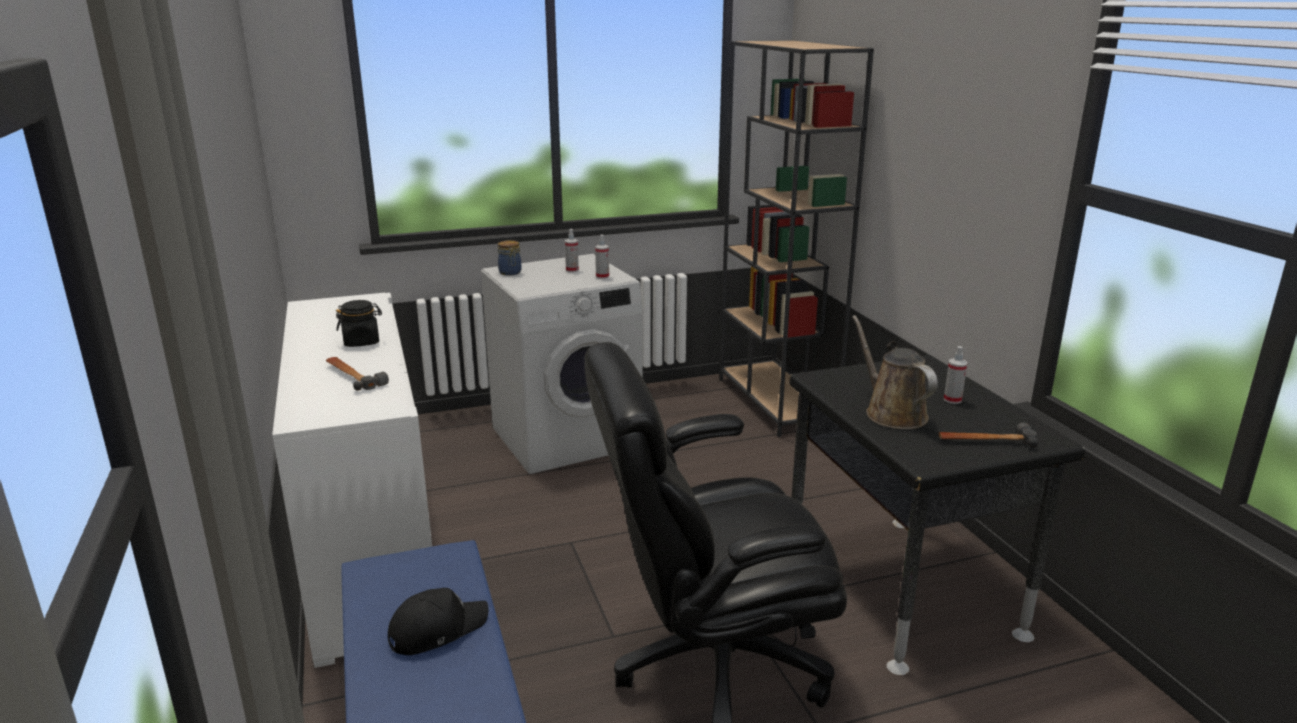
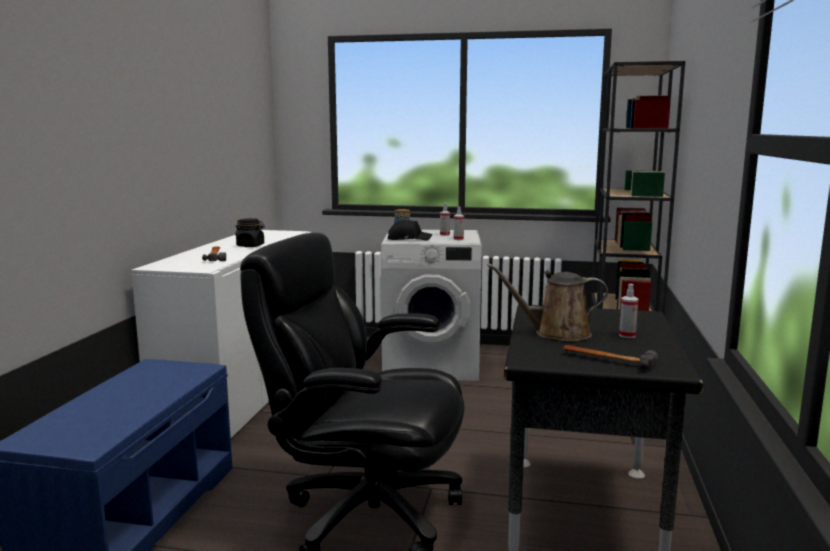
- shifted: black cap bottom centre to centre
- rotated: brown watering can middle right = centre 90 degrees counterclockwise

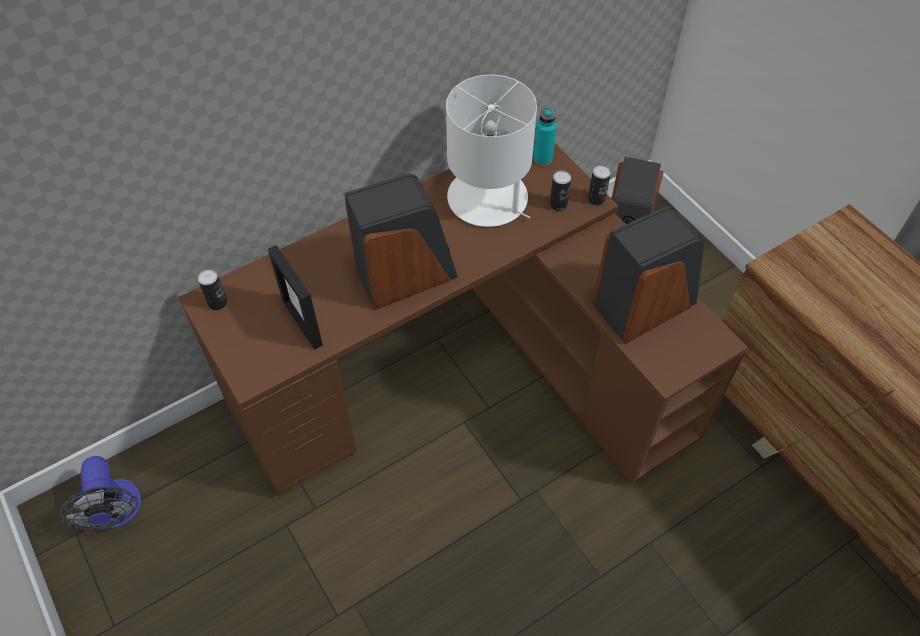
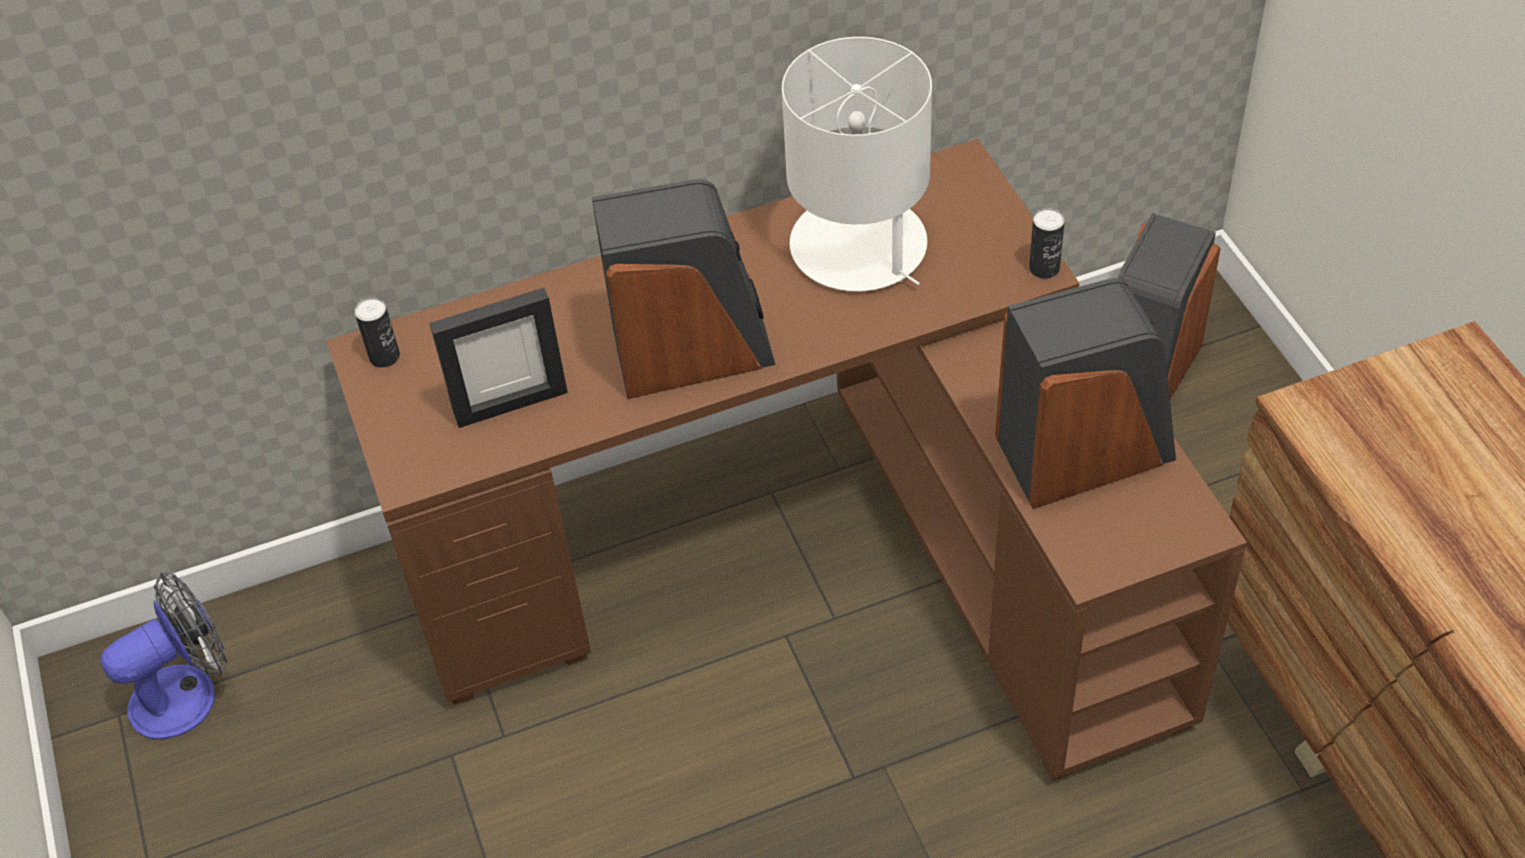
- rotated: fan bottom left = bottom left 120 degrees counterclockwise
- rotated: picture frame middle left = middle left 90 degrees counterclockwise
- gone: turquoise bottle top centre
- gone: can (no. 2 from left) top centre

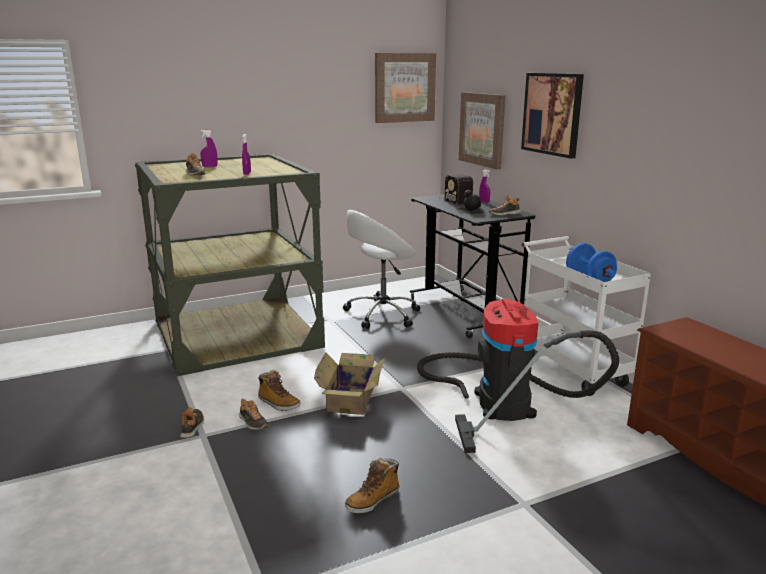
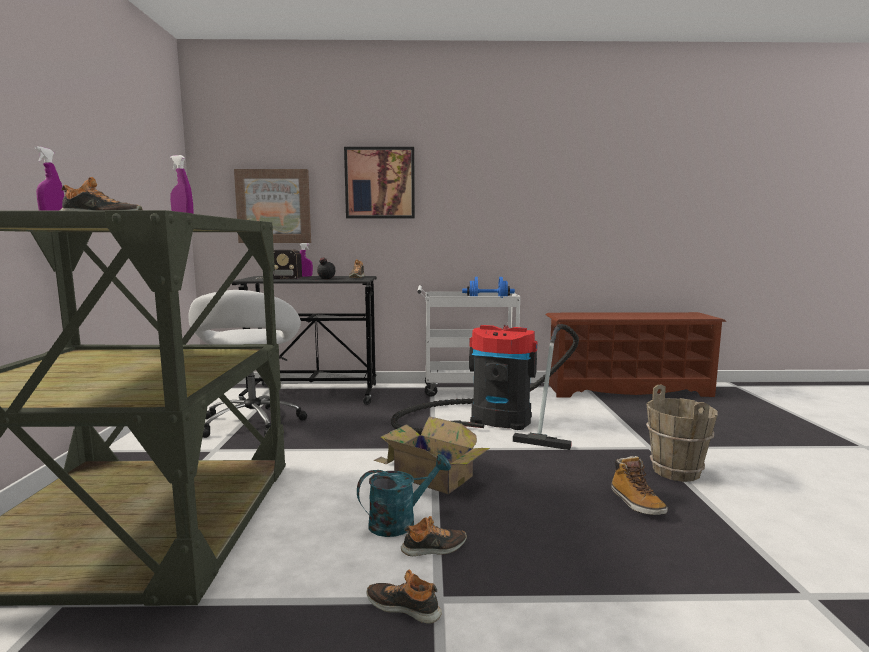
- swapped: boot (no. 1 from left) bottom centre to turquoise watering can bottom centre
- gone: picture (no. 1 from left) top centre
- new: brown bucket middle right

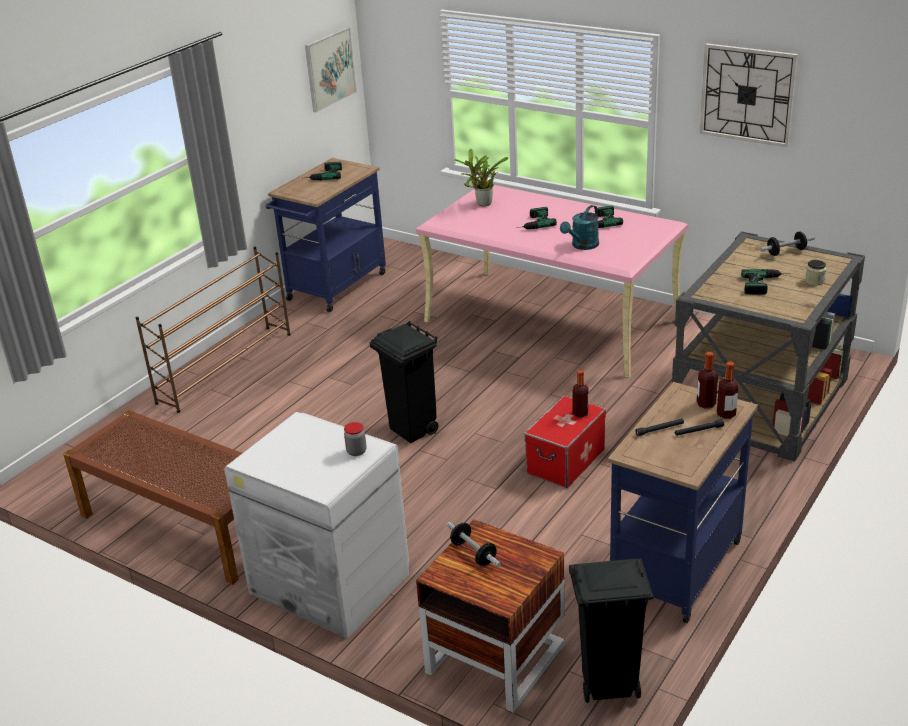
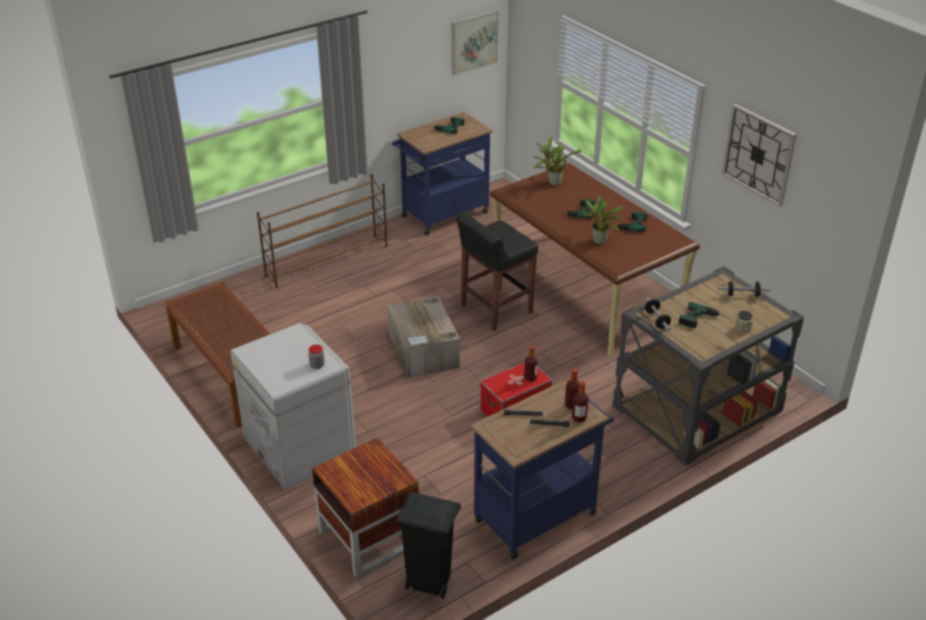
- swapped: black trash can (no. 1 from left) centre to cardboard box centre
- repainted: pink desk centre to brown desk centre
- shifted: dumbbell (no. 1 from left) bottom centre to middle right
- swapped: turquoise watering can top centre to potted plant (no. 2 from left) centre
- new: black stool centre

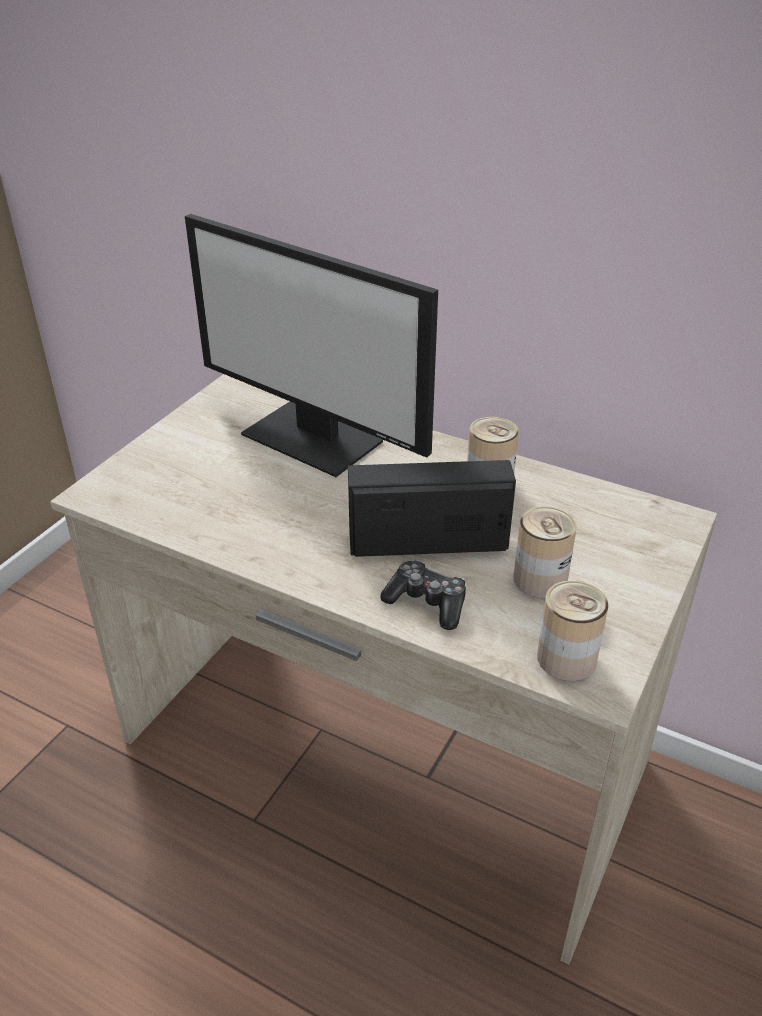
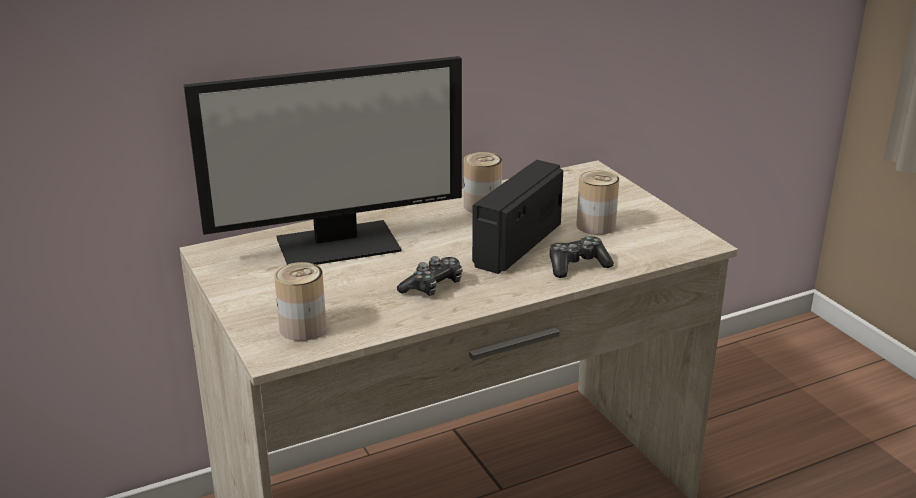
- shifted: can (no. 3 from left in the first image) middle right to can (no. 1 from left) middle left
- new: game controller (no. 1 from left) centre

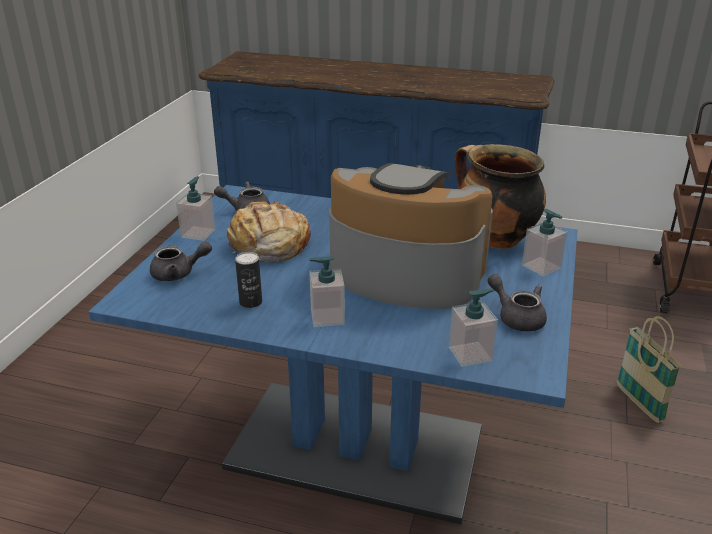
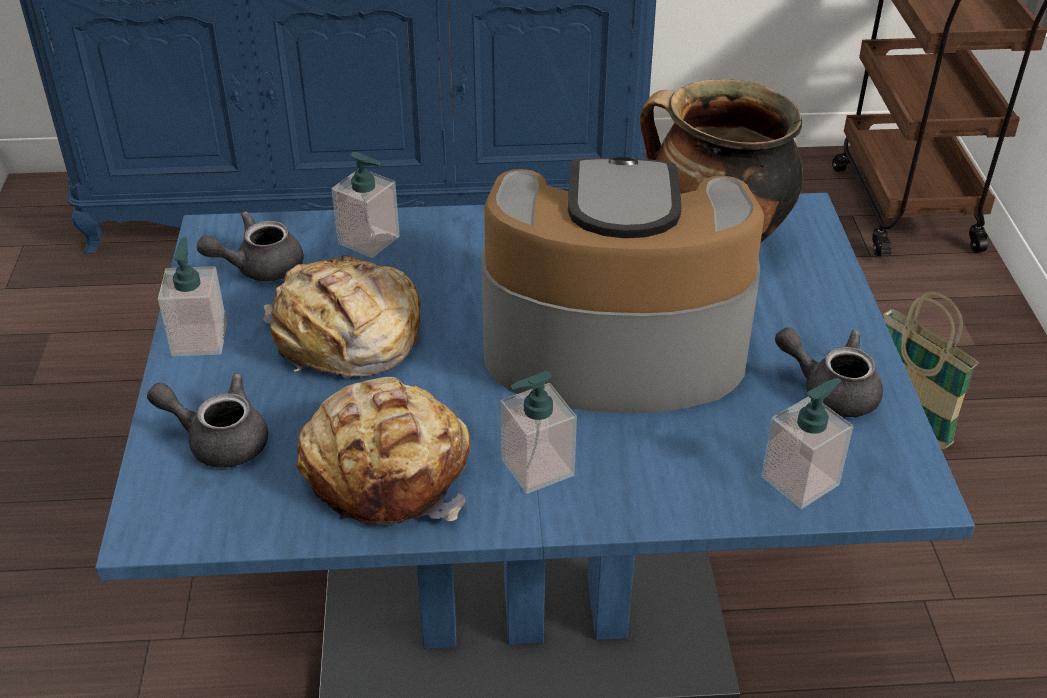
- rotated: grey teapot (no. 1 from left) middle left = middle left 135 degrees counterclockwise
- swapped: can centre to bread (no. 2 from left) centre
- shifted: soap dispenser (no. 4 from left in the first image) middle right to soap dispenser (no. 2 from left) top centre

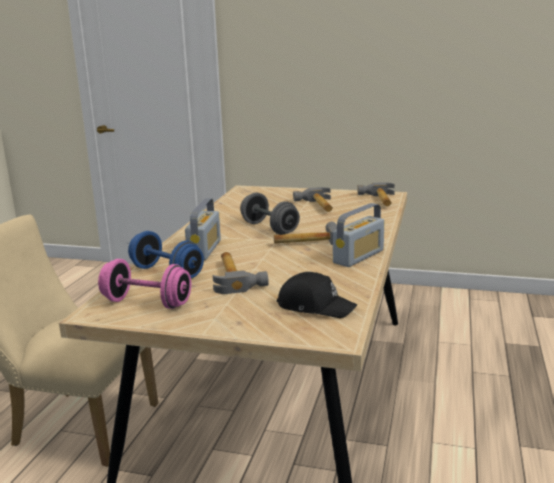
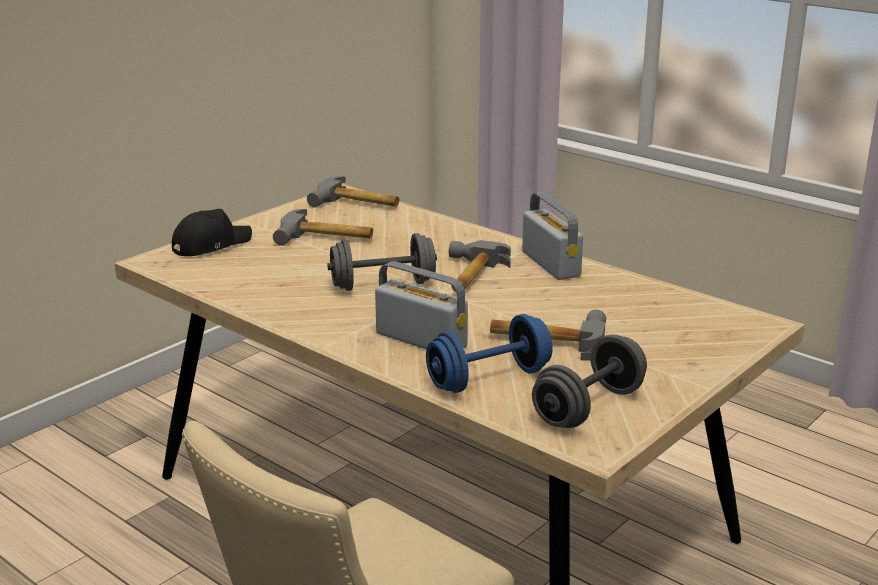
- repainted: pink dumbbell middle left to grey dumbbell (no. 2 from left) middle right
- shifted: black cap centre to middle left

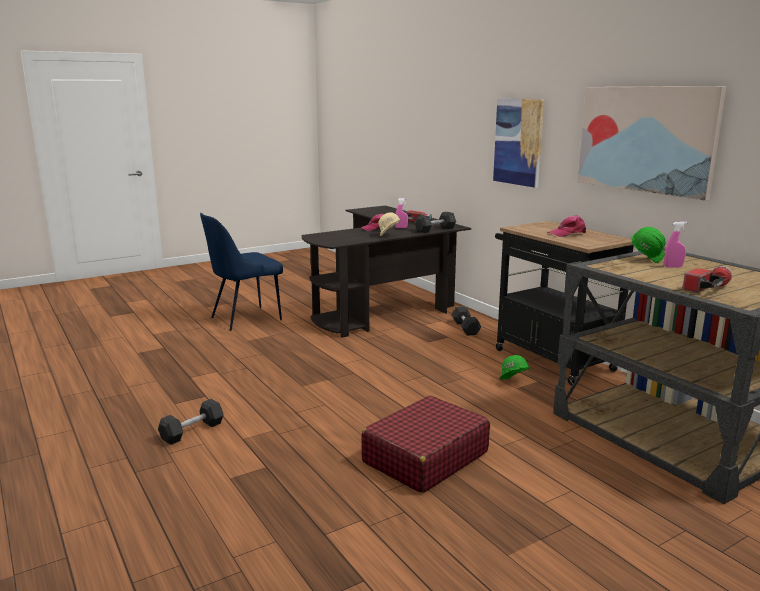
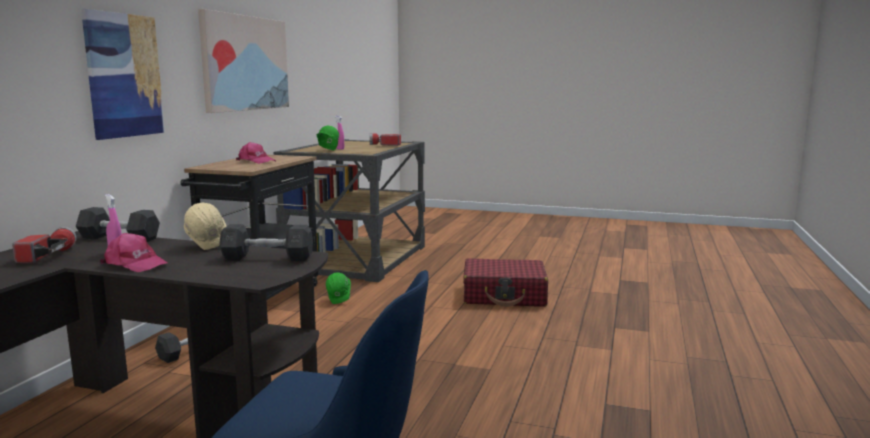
- shifted: grey dumbbell (no. 1 from left in the first image) bottom left to grey dumbbell (no. 3 from left) middle left

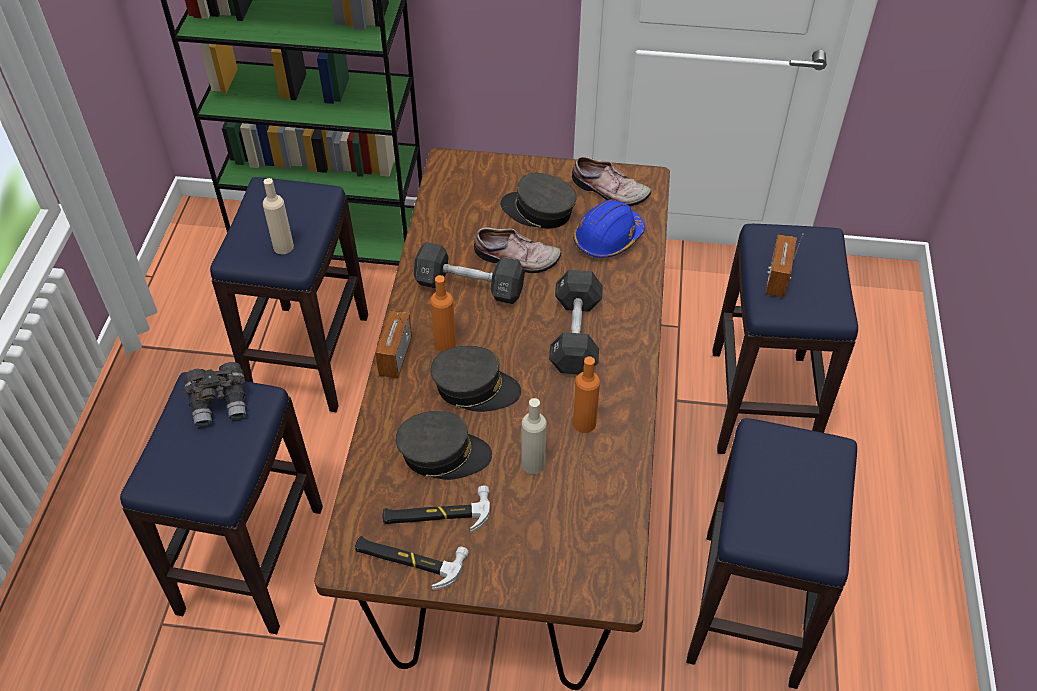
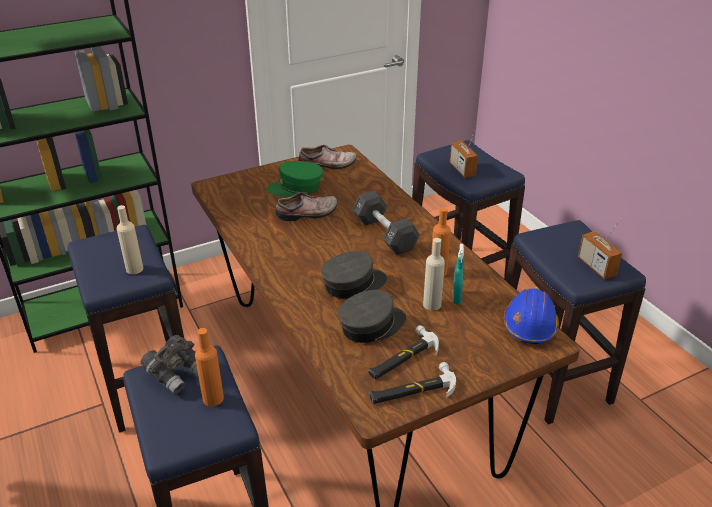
- shifted: radio (no. 1 from left in the first image) centre to radio (no. 2 from left) middle right
- gone: black dumbbell (no. 1 from left) centre
- shifted: orange bottle (no. 1 from left) centre to bottom left
- repainted: grey cap (no. 3 from left) top centre to green cap centre
- shifted: blue hard hat top centre to middle right
- new: turquoise spray bottle centre

